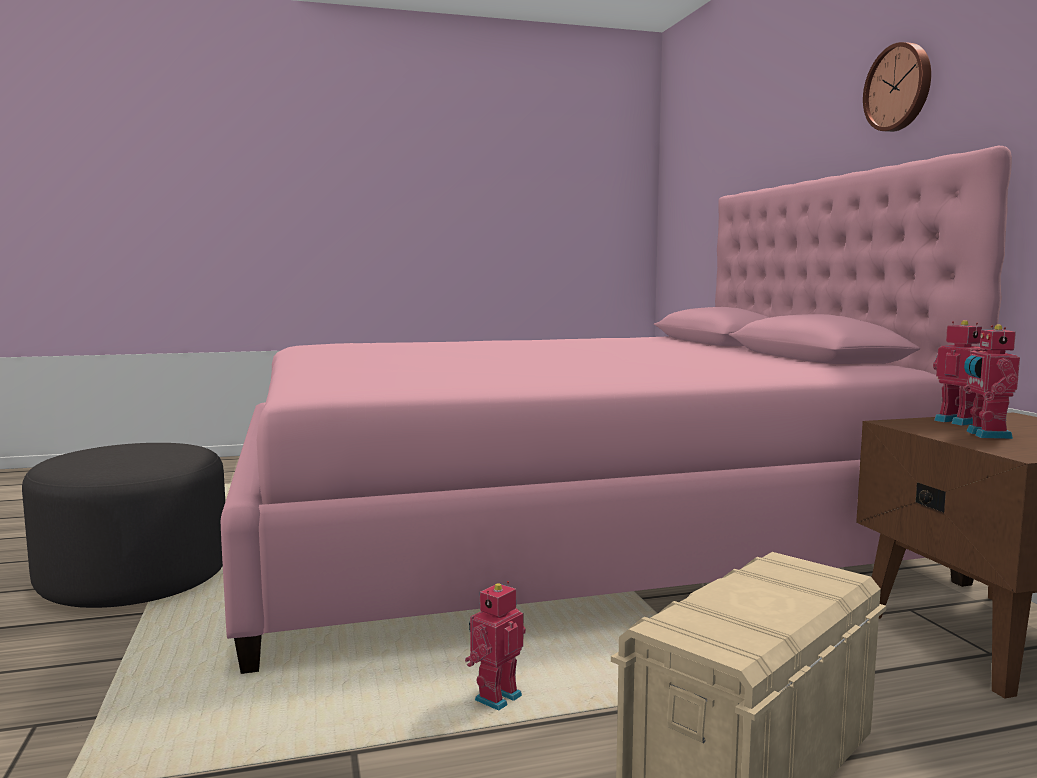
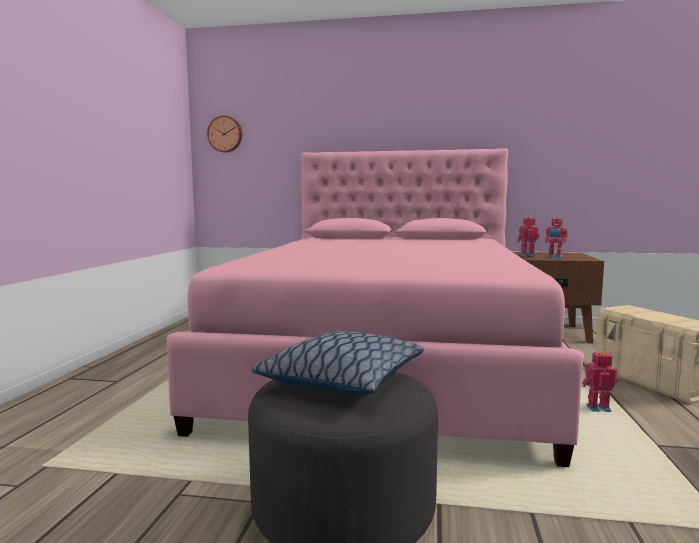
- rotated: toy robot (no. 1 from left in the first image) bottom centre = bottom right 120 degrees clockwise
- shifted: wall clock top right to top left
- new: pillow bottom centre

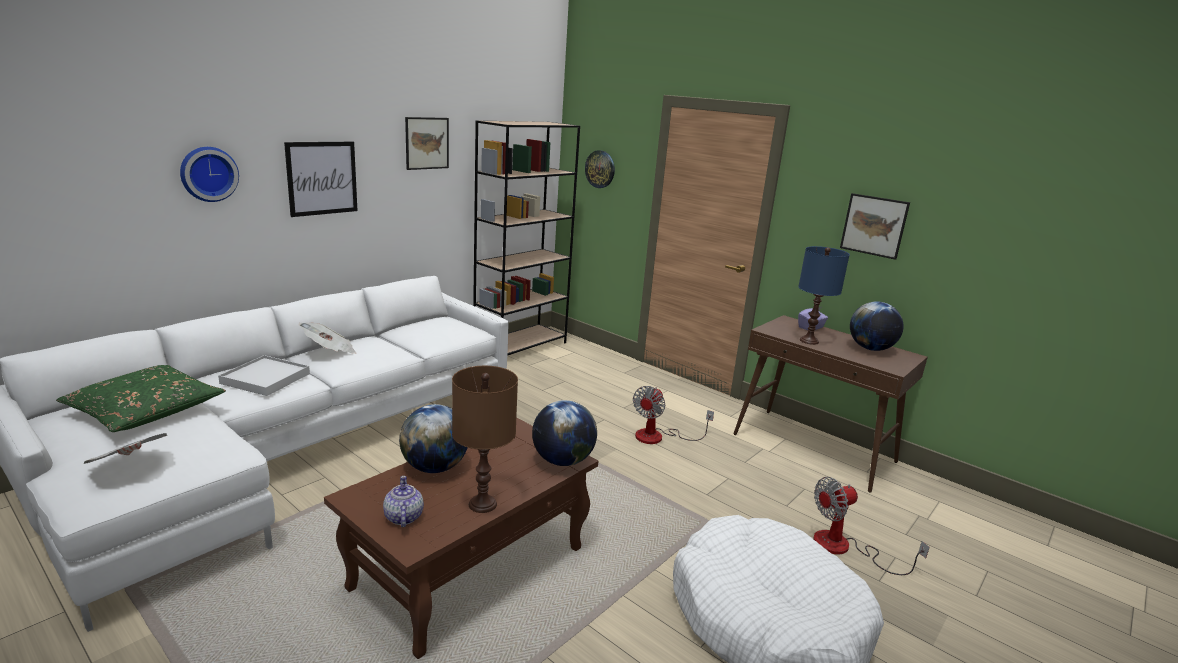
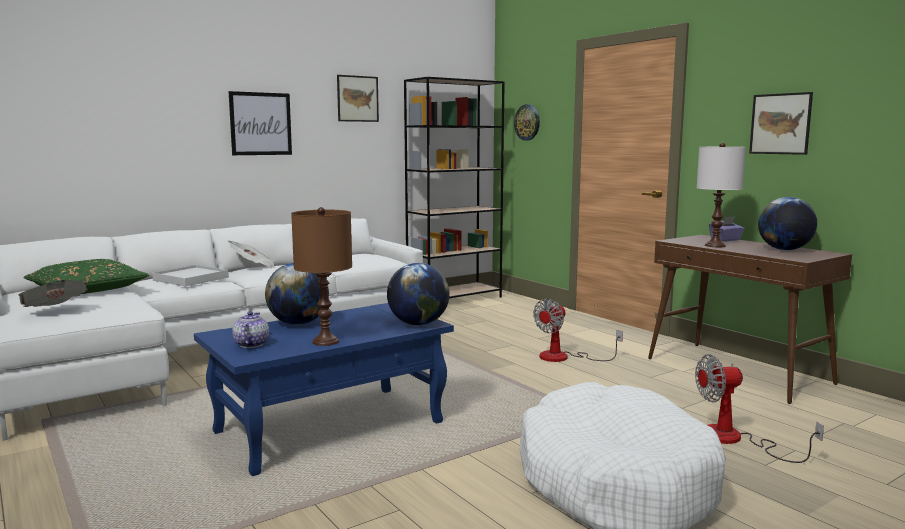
- gone: wall clock (no. 1 from left) top left
- repainted: brown coffee table bottom centre to blue coffee table bottom centre
- repainted: blue table lamp middle right to white table lamp middle right

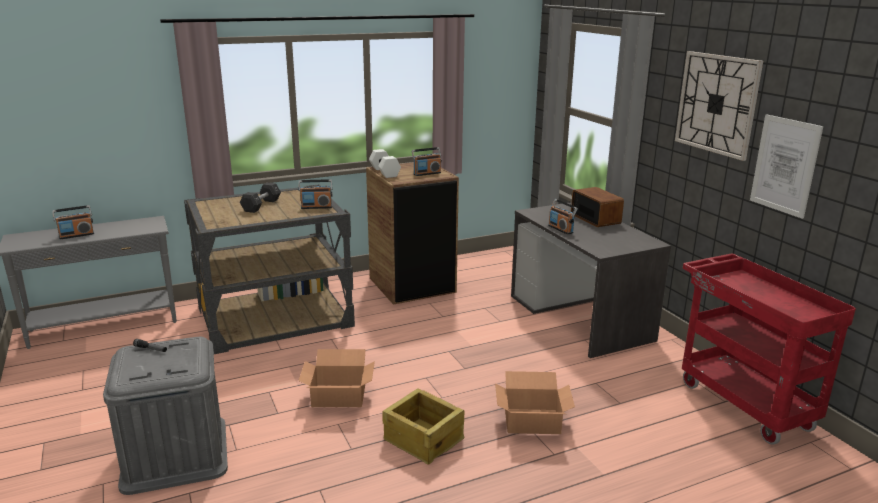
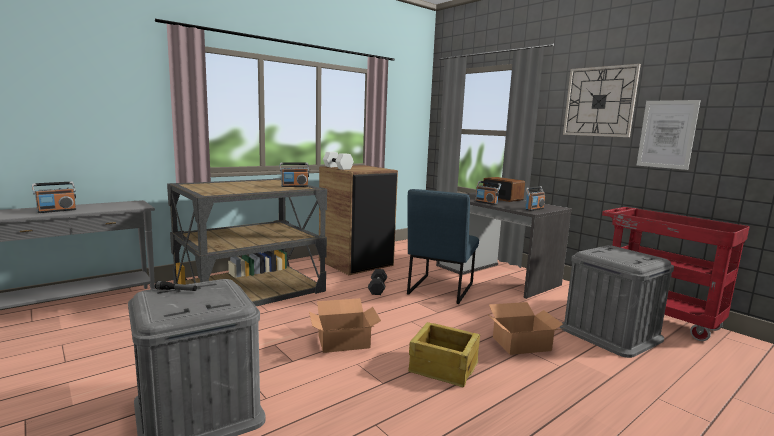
- shifted: black dumbbell middle left to centre
- shifted: radio (no. 3 from left in the first image) top centre to radio (no. 5 from left) middle right
- new: blue chair centre
- new: grey storage box (no. 2 from left) bottom right

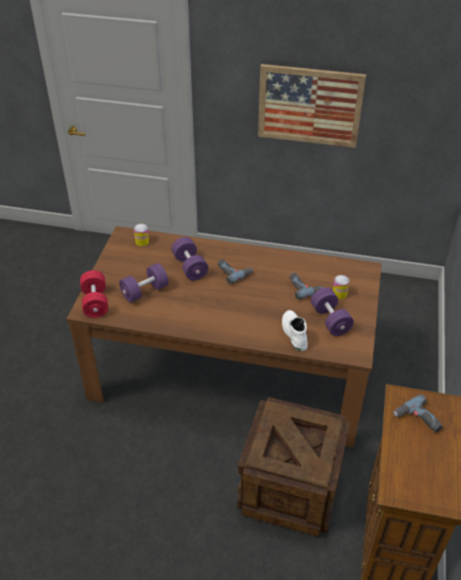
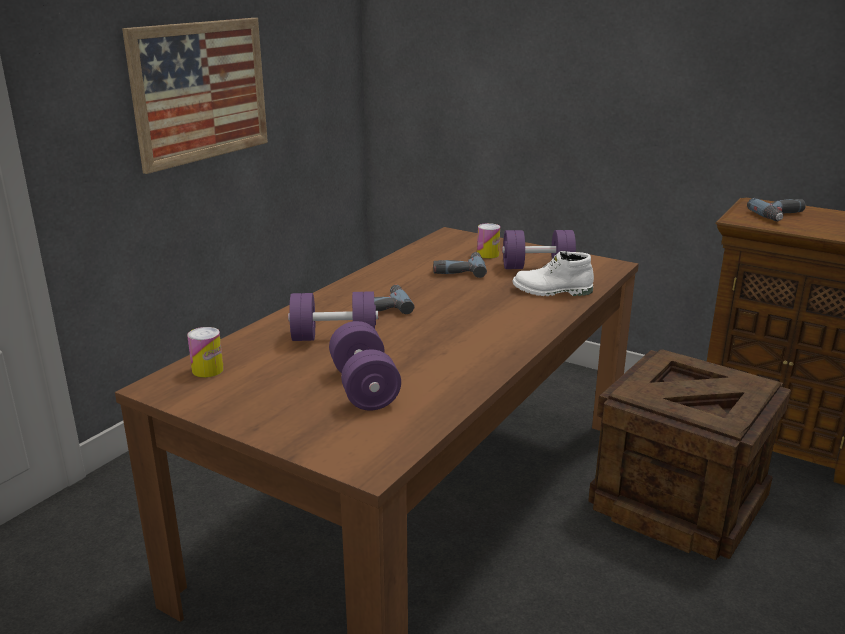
- gone: red dumbbell middle left

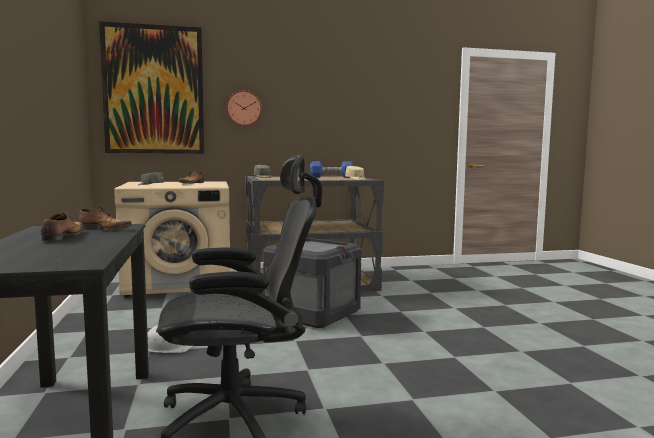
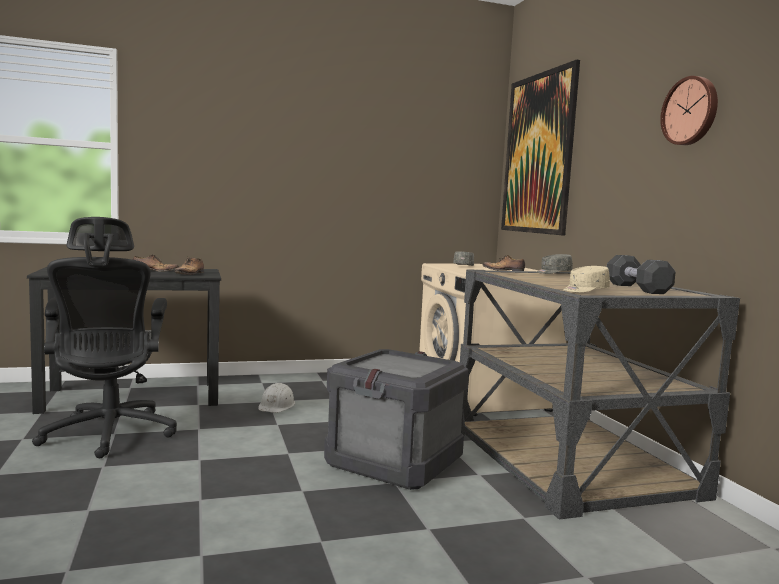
- shifted: wall clock top centre to top right
- repainted: blue dumbbell centre to black dumbbell middle right

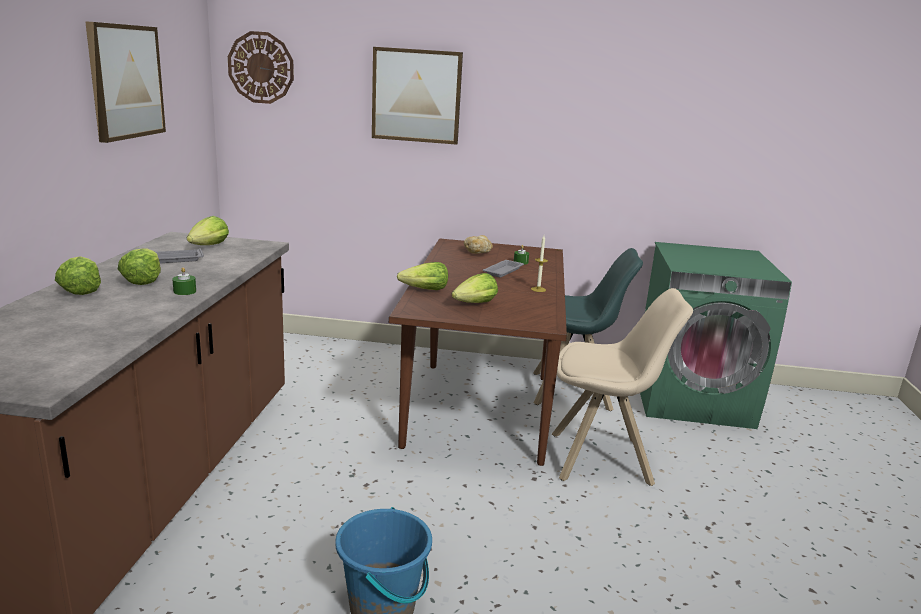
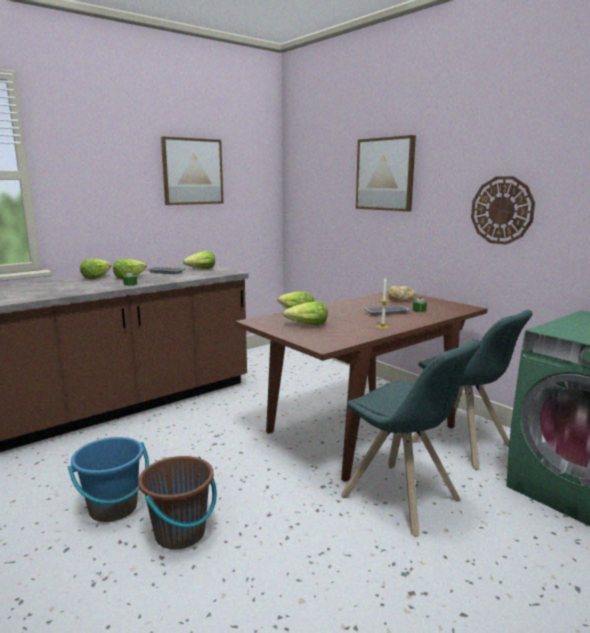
- shifted: wall clock top left to top right
- repainted: beige chair middle right to turquoise chair (no. 1 from left) bottom right
- new: brown bucket bottom left

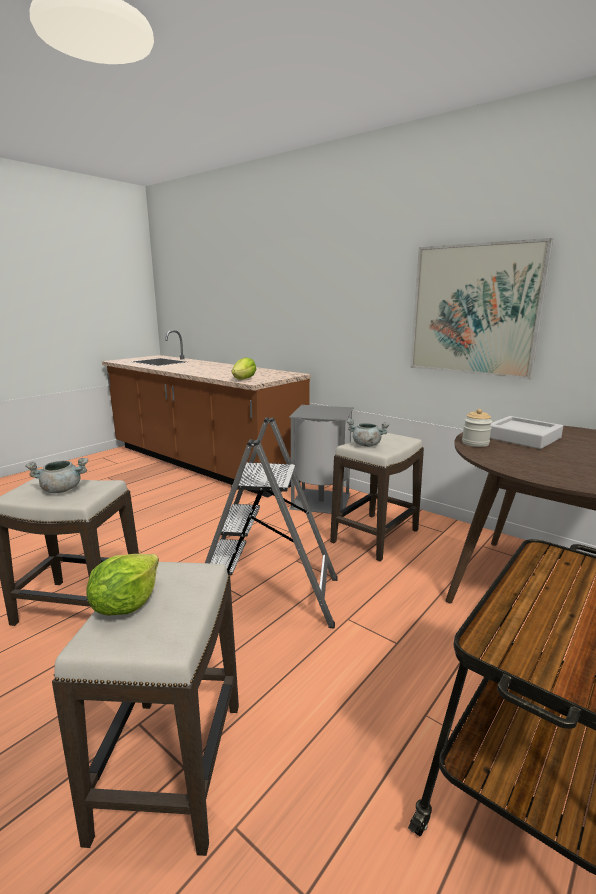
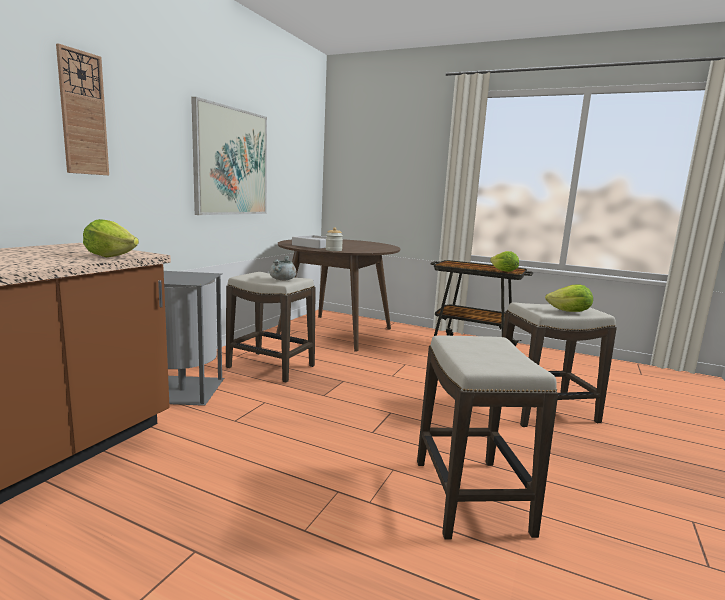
- gone: grey cooking pot (no. 1 from left) middle left
- gone: grey step ladder centre
- new: wall clock top left
- new: lettuce (no. 2 from left) middle right

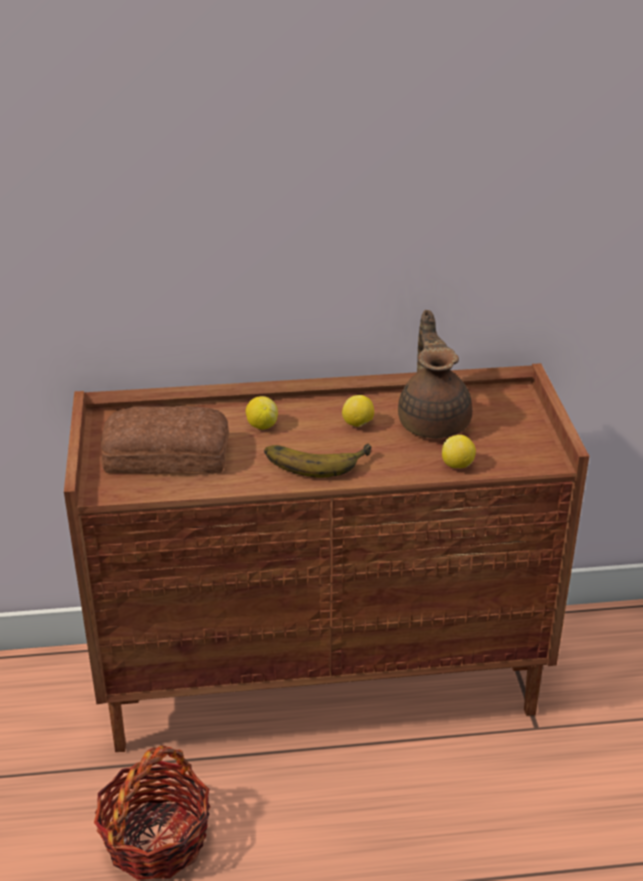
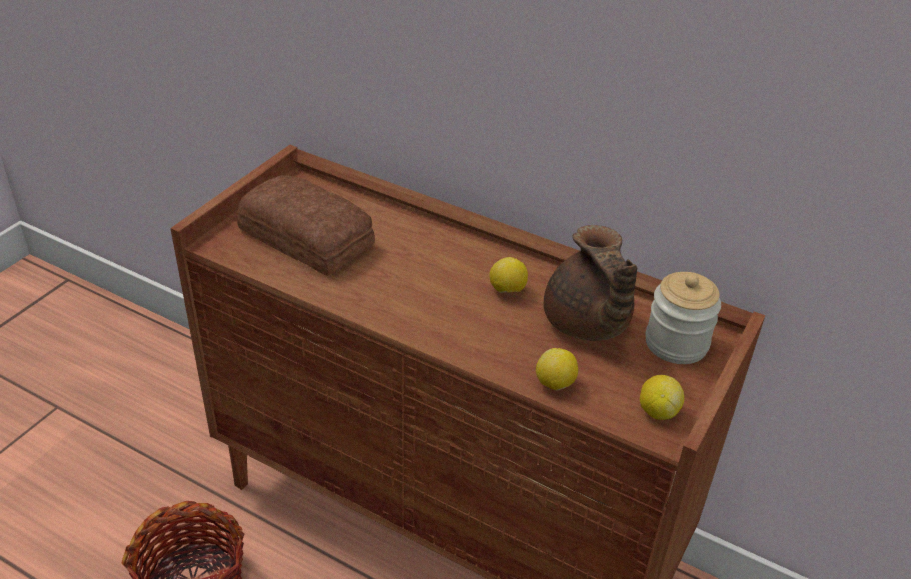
- shifted: lemon (no. 1 from left in the first image) centre to lemon (no. 3 from left) bottom right
- gone: banana centre
- rotated: brown teapot middle right = centre 135 degrees clockwise
- new: jar middle right

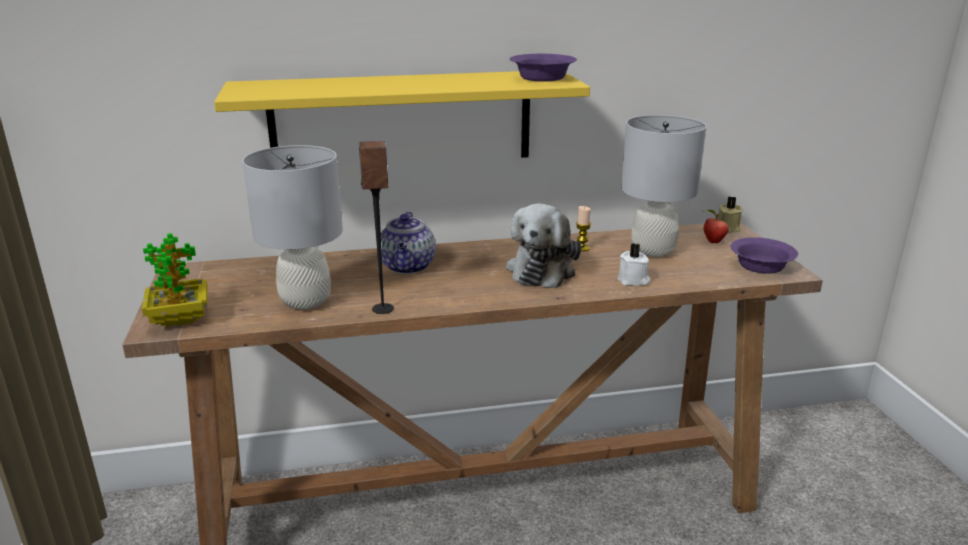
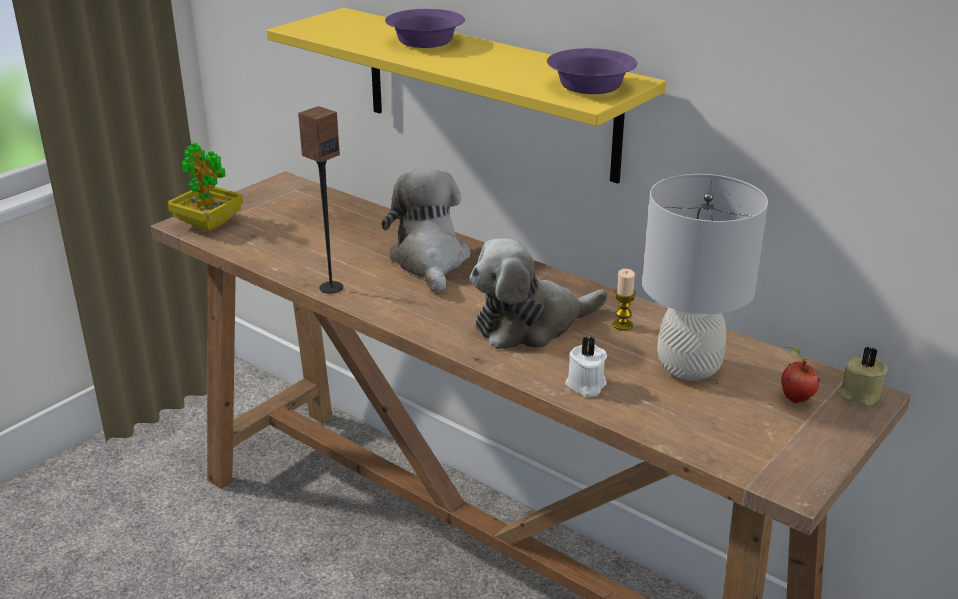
- gone: grey table lamp (no. 1 from left) middle left
- swapped: teapot centre to plush toy (no. 1 from left) centre
- shifted: purple bowl (no. 2 from left in the first image) middle right to purple bowl (no. 1 from left) top centre

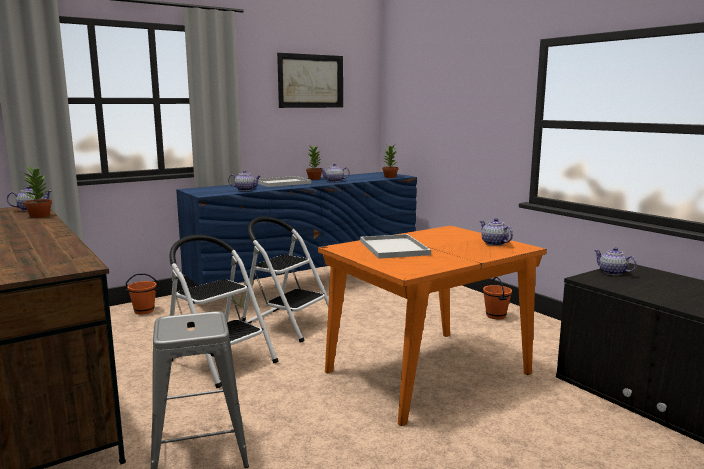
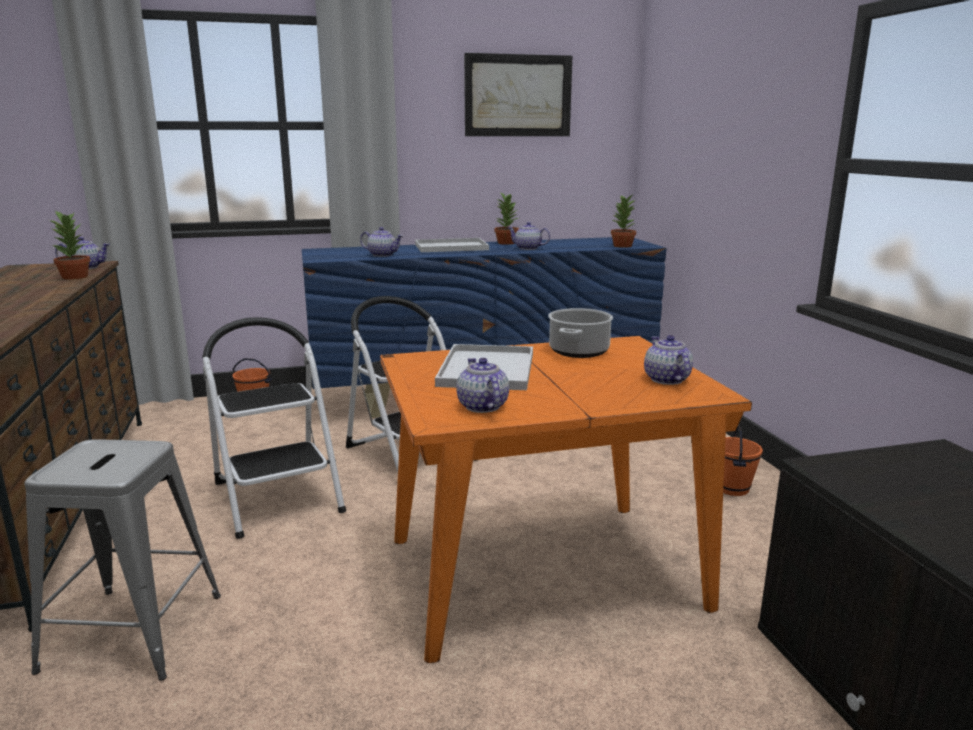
- shifted: teapot (no. 5 from left in the first image) middle right to teapot (no. 3 from left) centre
- new: cooking pot centre

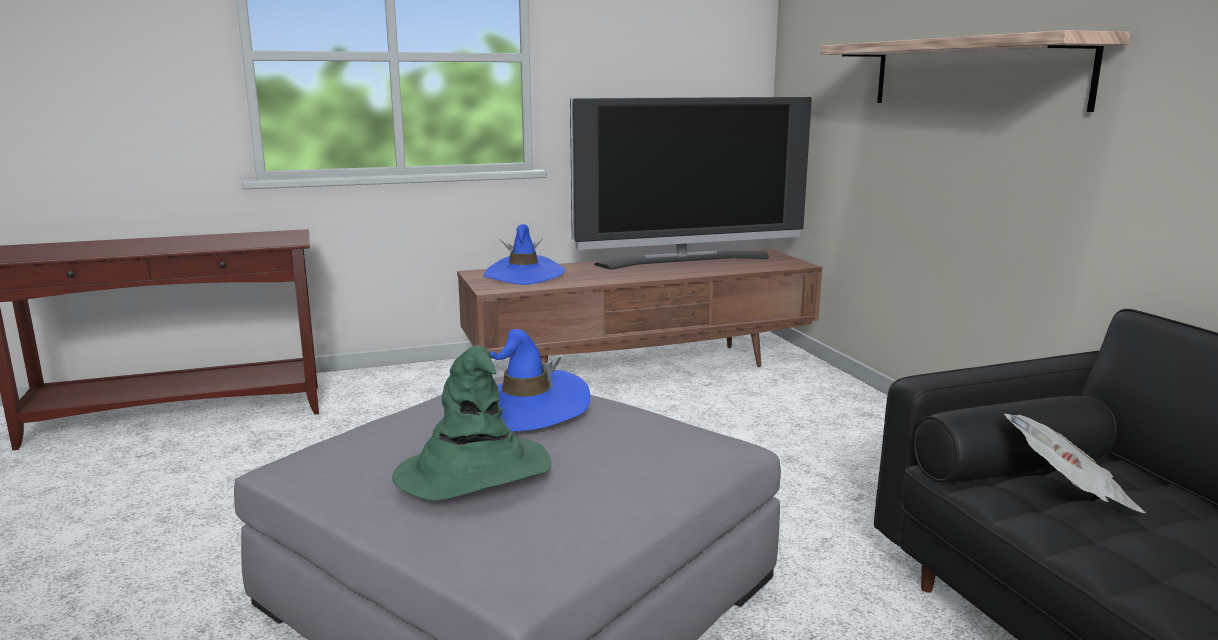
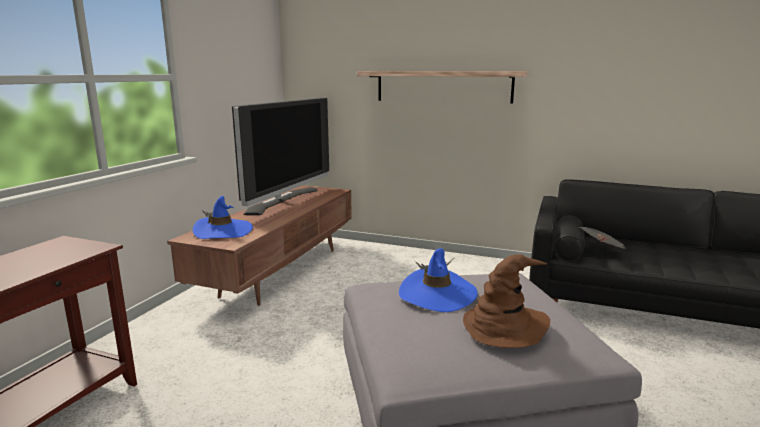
- repainted: green hat centre to brown hat bottom centre

